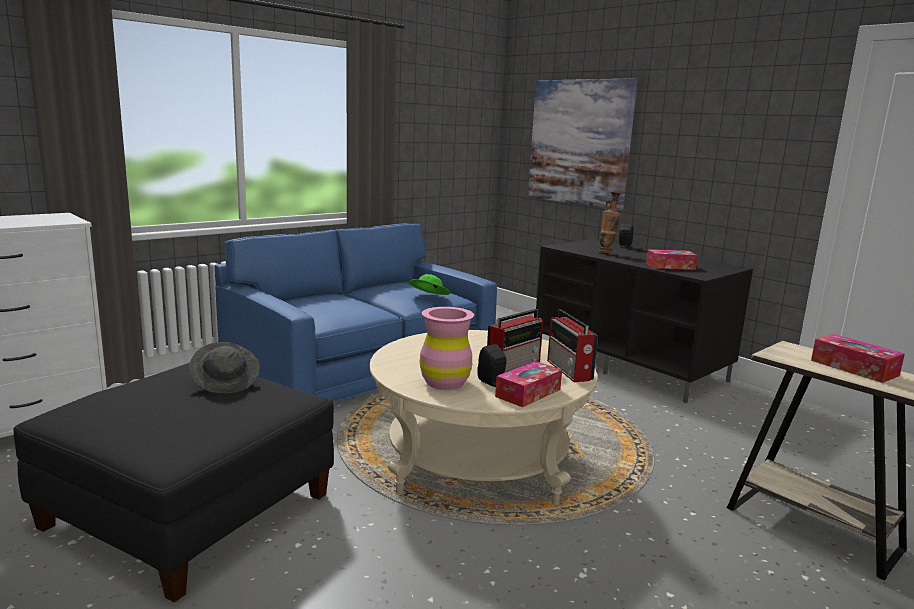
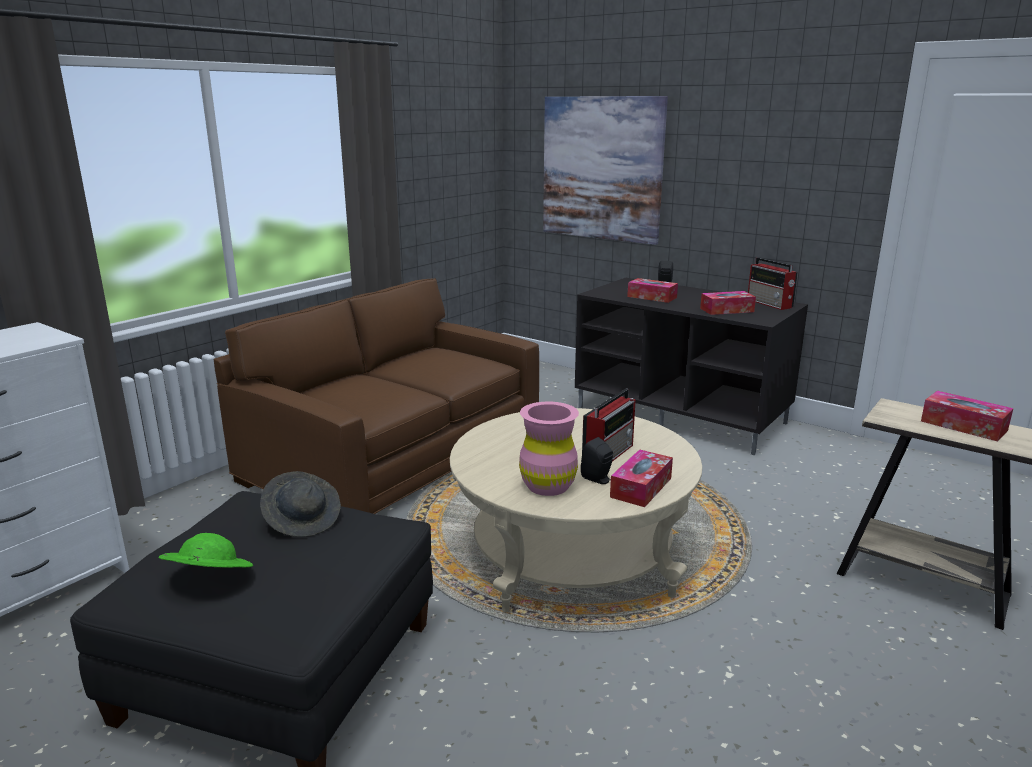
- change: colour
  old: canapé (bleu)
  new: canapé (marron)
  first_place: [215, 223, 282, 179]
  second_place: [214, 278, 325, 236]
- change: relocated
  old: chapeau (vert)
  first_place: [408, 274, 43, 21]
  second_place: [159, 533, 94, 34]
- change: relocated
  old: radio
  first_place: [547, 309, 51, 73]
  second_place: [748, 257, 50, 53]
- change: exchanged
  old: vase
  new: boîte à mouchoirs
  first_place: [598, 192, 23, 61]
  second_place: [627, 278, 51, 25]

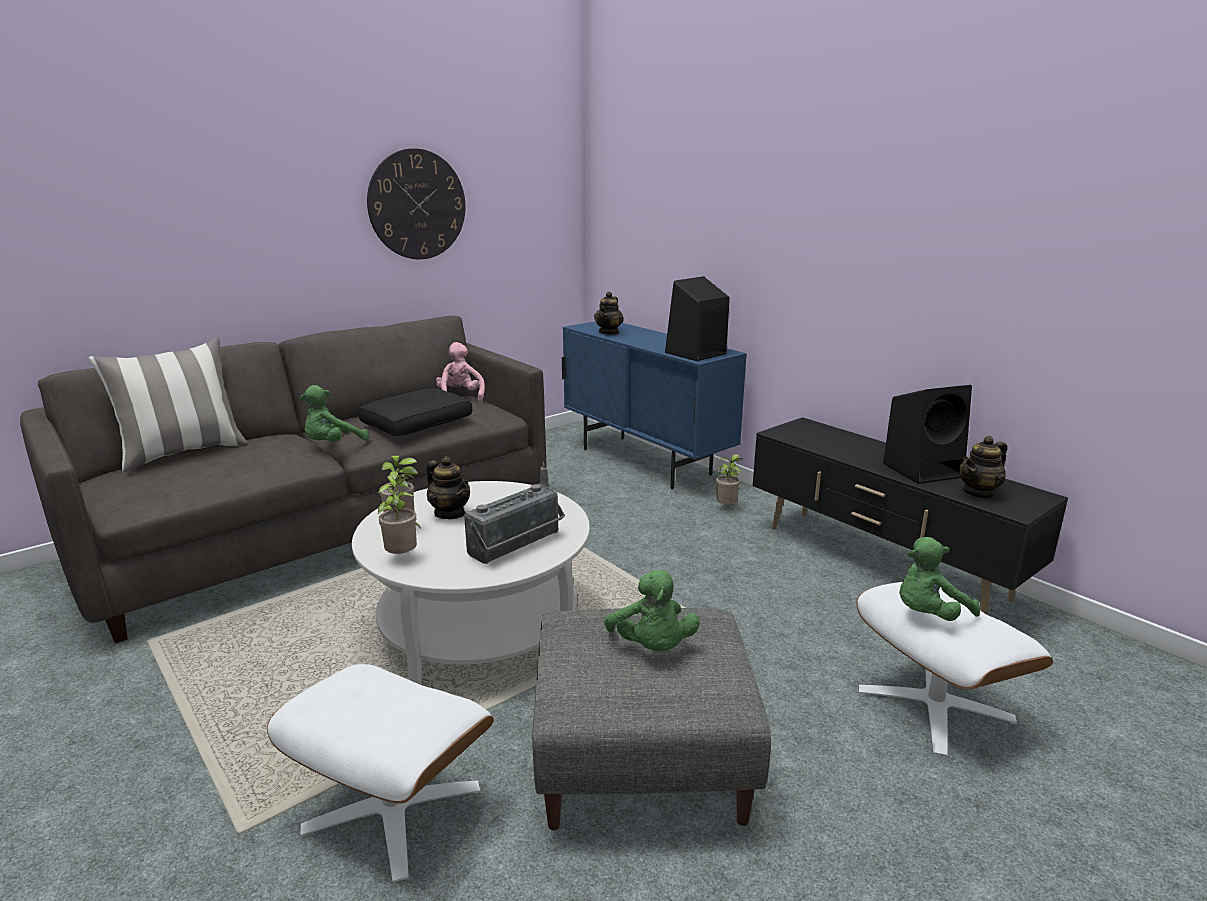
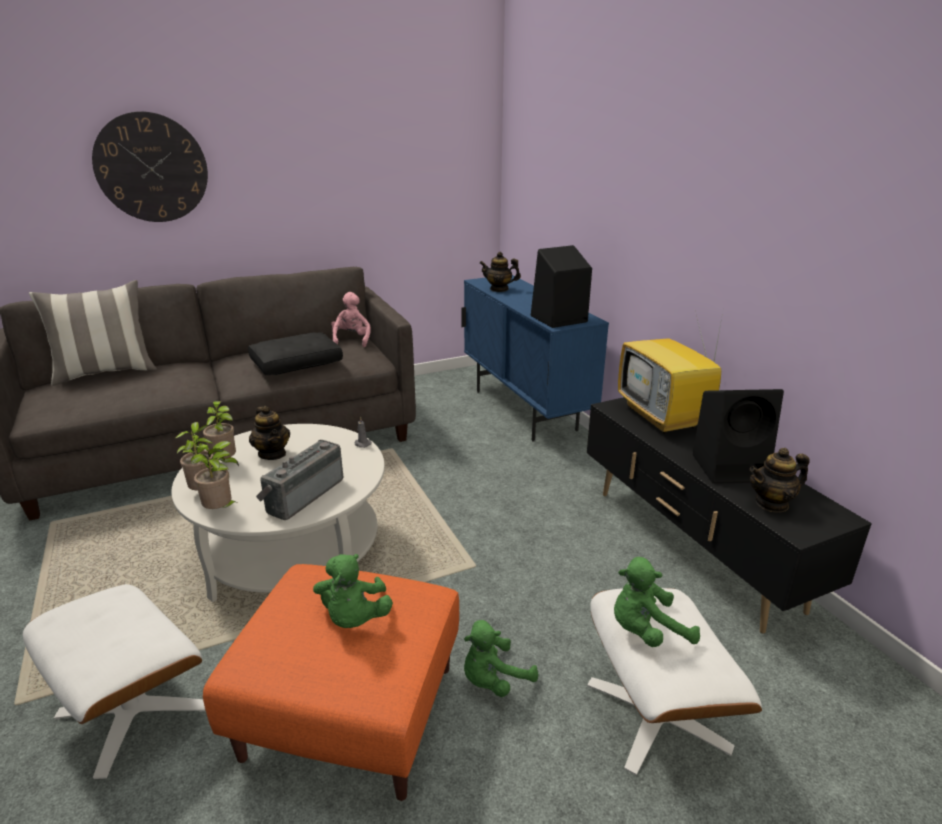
- change: relocated
  old: peluche (vert)
  first_place: [300, 385, 69, 57]
  second_place: [464, 620, 74, 77]
- change: relocated
  old: horloge murale
  first_place: [367, 148, 99, 112]
  second_place: [92, 111, 116, 111]
- change: spun
  old: radio
  first_place: [464, 484, 101, 80]
  second_place: [256, 440, 87, 80]
  degrees: 150
- change: colour
  old: pouf (gris)
  new: pouf (orange)
  first_place: [532, 608, 239, 222]
  second_place: [203, 564, 256, 237]
- change: spun
  old: théière
  first_place: [594, 292, 30, 43]
  second_place: [480, 252, 41, 40]
  degrees: 60
- change: relocated
  old: plante en pot
  first_place: [716, 454, 27, 51]
  second_place: [191, 441, 48, 68]
- change: appeared
  new: téléviseur
  second_place: [618, 307, 106, 127]

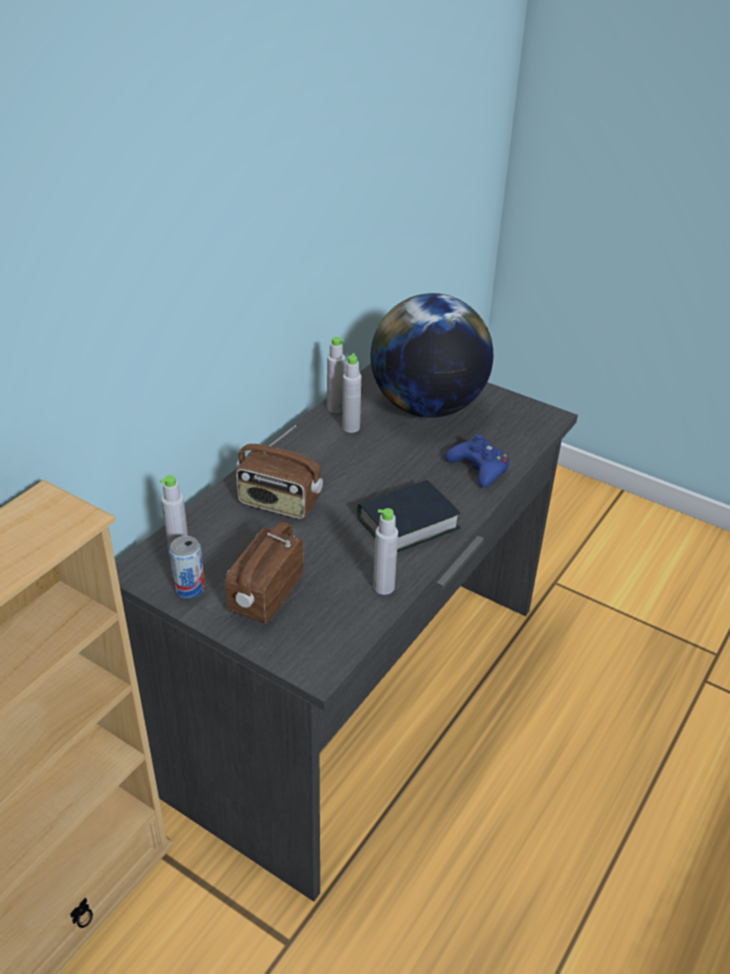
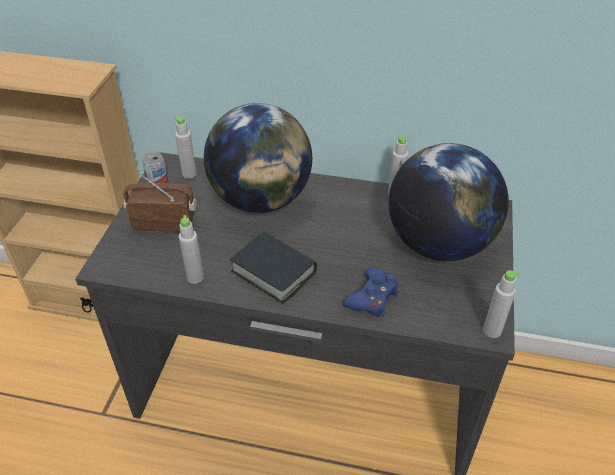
- change: exchanged
  old: radio
  new: globe
  first_place: [236, 425, 87, 94]
  second_place: [204, 103, 108, 110]
- change: relocated
  old: bouteille (gris)
  first_place: [342, 353, 19, 80]
  second_place: [483, 270, 37, 68]

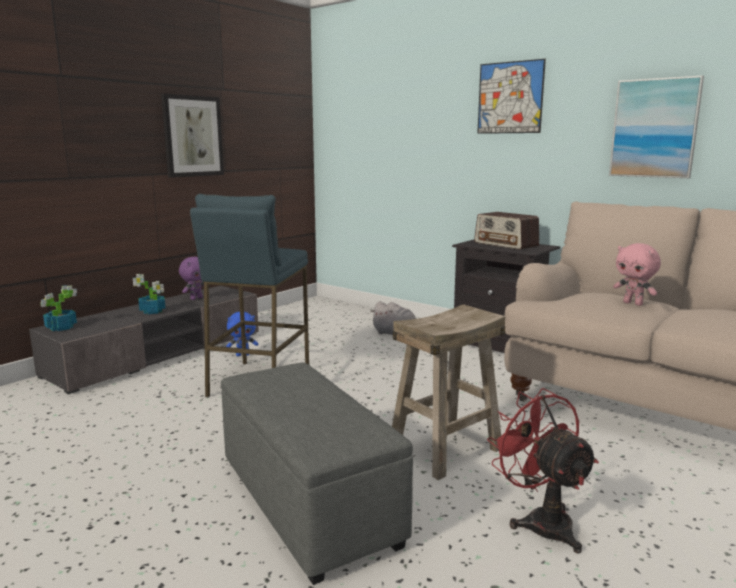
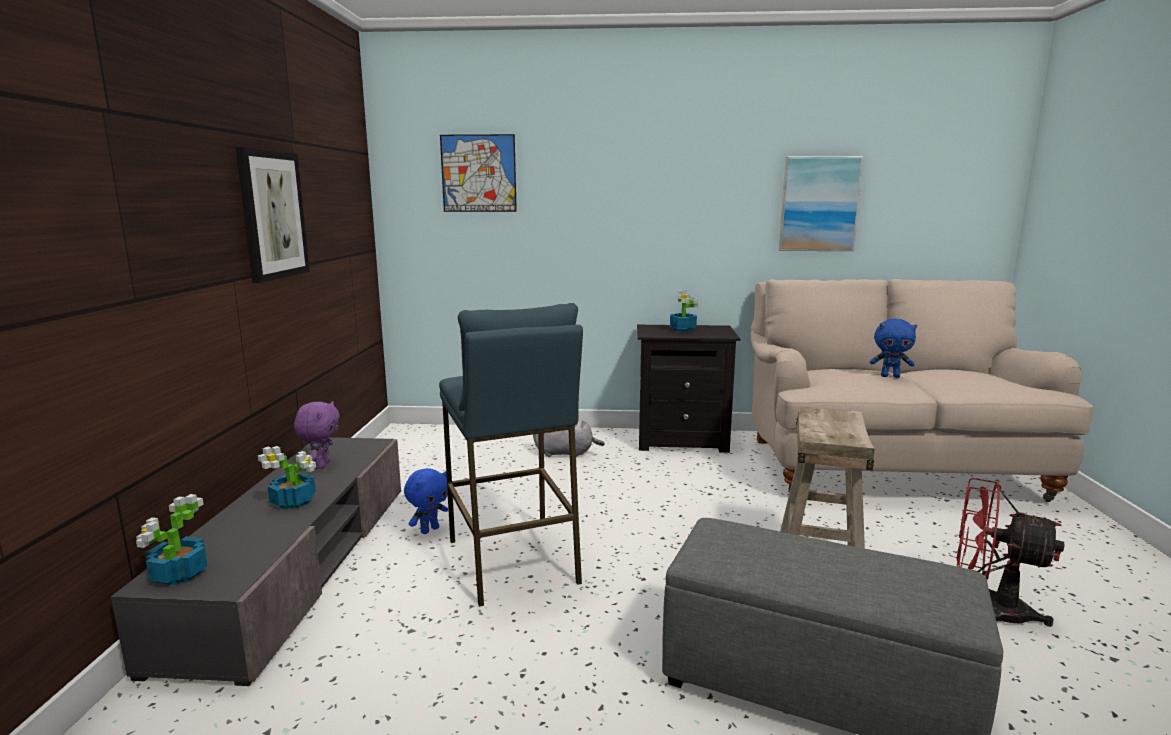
- change: exchanged
  old: radio
  new: plante en pot
  first_place: [474, 212, 65, 38]
  second_place: [670, 290, 28, 42]
- change: relocated
  old: tableau
  first_place: [477, 59, 69, 75]
  second_place: [440, 134, 77, 78]
- change: colour
  old: peluche (rose)
  new: peluche (bleu)
  first_place: [613, 243, 48, 63]
  second_place: [870, 319, 47, 59]

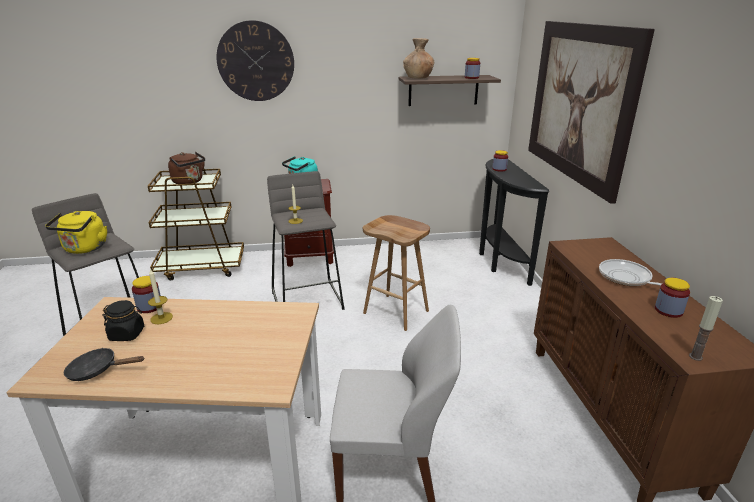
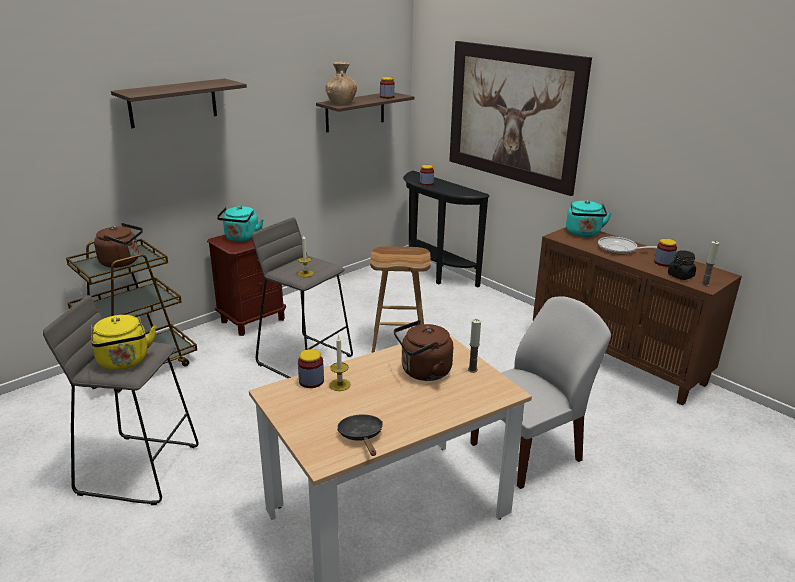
- change: spun
  old: poêle (noir)
  first_place: [64, 348, 81, 33]
  second_place: [337, 414, 46, 42]
  degrees: 105
- change: relocated
  old: bocal (noir)
  first_place: [102, 300, 42, 41]
  second_place: [668, 250, 28, 30]
- change: exchanged
  old: horloge murale
  new: étagère
  first_place: [217, 20, 77, 81]
  second_place: [111, 78, 136, 50]
- change: appeared
  new: bouilloire (marron)
  second_place: [394, 320, 59, 61]
- change: appeared
  new: bougie
  second_place: [468, 319, 13, 54]
- change: appeared
  new: bouilloire (turquoise)
  second_place: [566, 200, 46, 37]

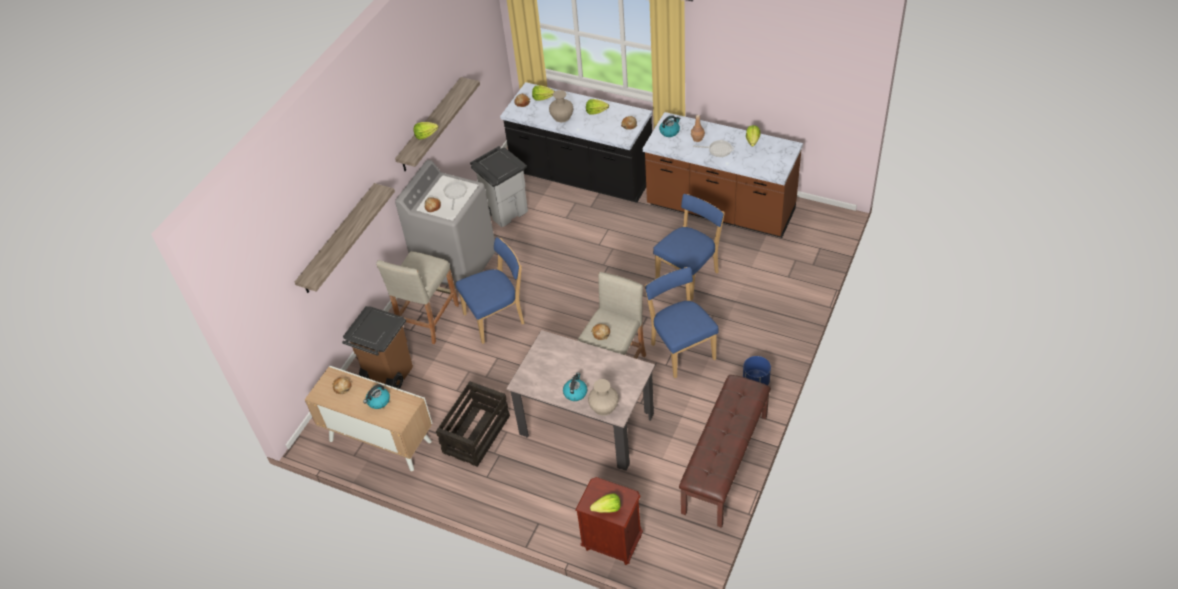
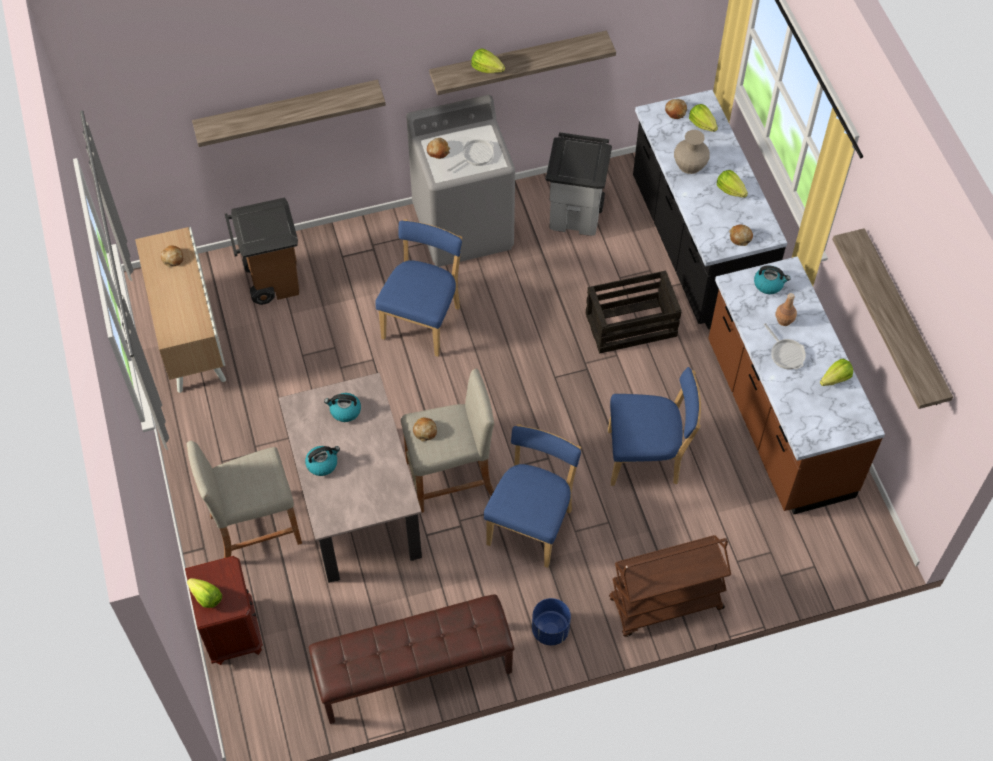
- change: relocated
  old: bouilloire
  first_place: [363, 384, 27, 25]
  second_place: [324, 393, 37, 29]
- change: relocated
  old: tabouret (beige)
  first_place: [376, 251, 83, 93]
  second_place: [186, 440, 116, 118]
- change: relocated
  old: caisse
  first_place: [436, 381, 74, 85]
  second_place: [586, 271, 96, 82]
- change: spun
  old: chaise (bleu)
  first_place: [456, 237, 68, 107]
  second_place: [375, 220, 87, 137]
  degrees: -90
- change: missing
  old: vase (beige)
  first_place: [588, 379, 31, 37]
- change: appeared
  new: chariot (marron)
  second_place: [609, 535, 122, 102]
- change: appeared
  new: étagère
  second_place: [832, 228, 121, 181]

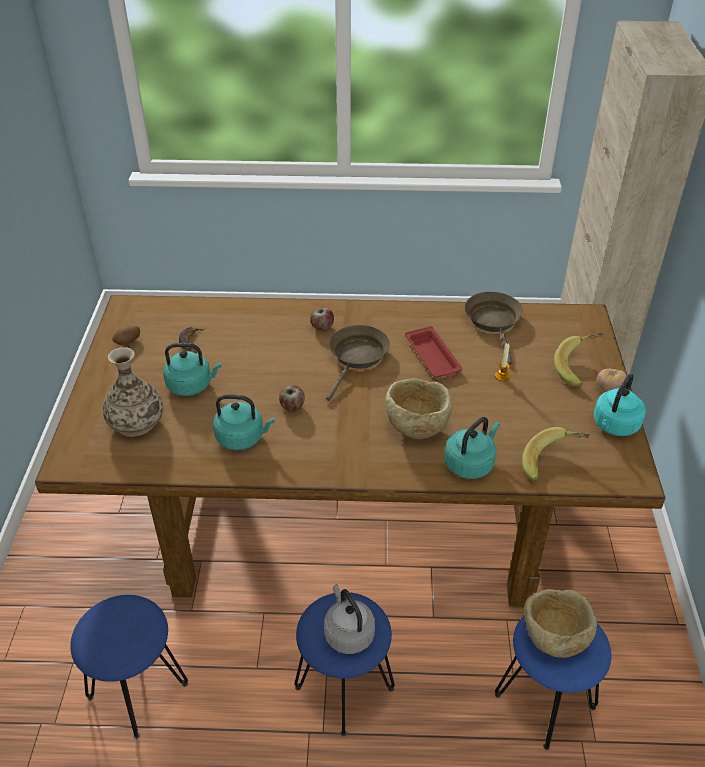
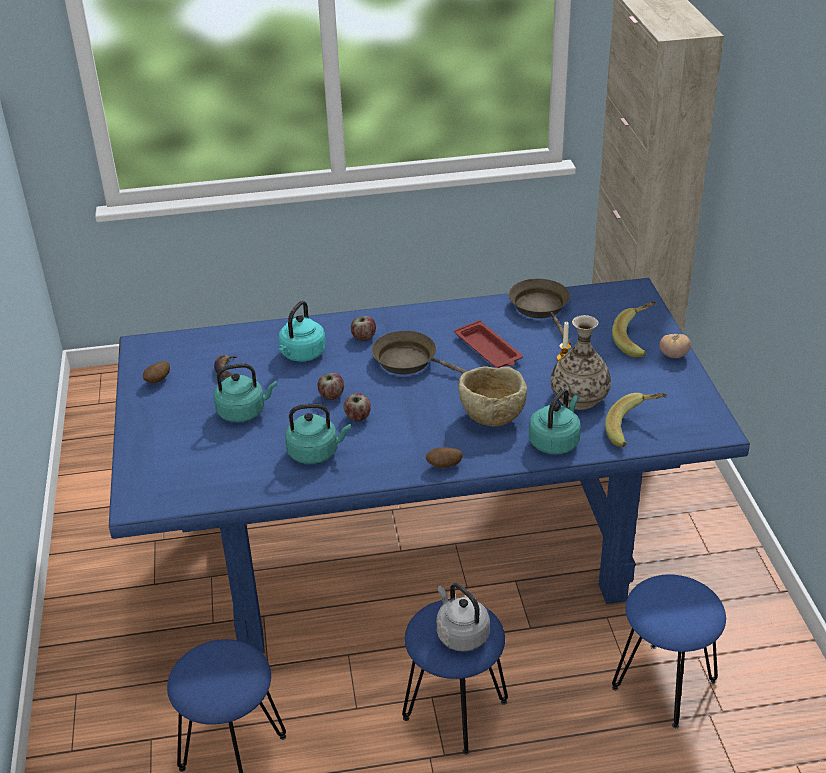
- change: colour
  old: table à manger (marron)
  new: table à manger (bleu)
  first_place: [35, 295, 630, 312]
  second_place: [109, 278, 641, 375]
- change: relocated
  old: vase
  first_place: [103, 347, 60, 90]
  second_place: [551, 315, 60, 95]
- change: spun
  old: poêle (marron)
  first_place: [326, 325, 64, 76]
  second_place: [372, 331, 96, 44]
  degrees: -75
- change: missing
  old: bol (beige)
  first_place: [524, 589, 73, 69]
- change: relocated
  old: bouilloire (turquoise)
  first_place: [594, 374, 52, 62]
  second_place: [278, 301, 48, 61]
- change: appeared
  new: pomme
  second_place: [317, 373, 27, 27]
- change: appeared
  new: pomme de terre
  second_place: [426, 447, 37, 21]

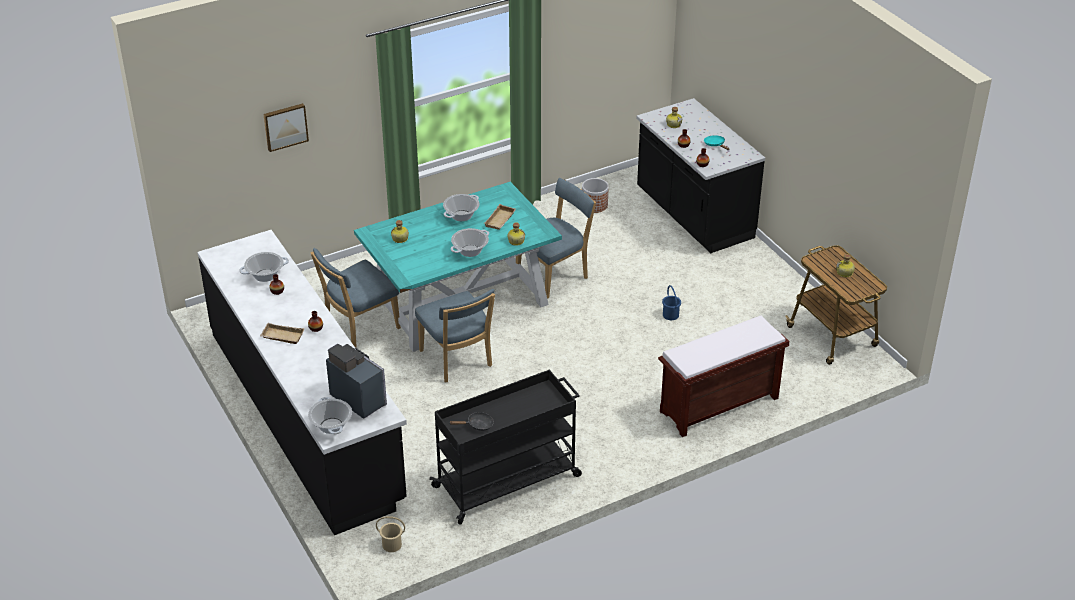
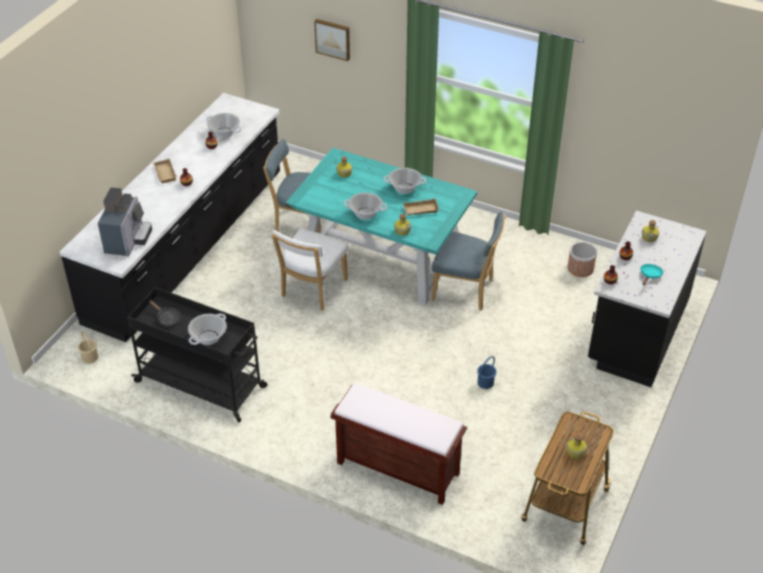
- change: relocated
  old: marmite
  first_place: [308, 397, 44, 37]
  second_place: [188, 313, 39, 32]
- change: colour
  old: chaise (bleu)
  new: chaise (blanc)
  first_place: [415, 289, 80, 93]
  second_place: [272, 228, 76, 83]

